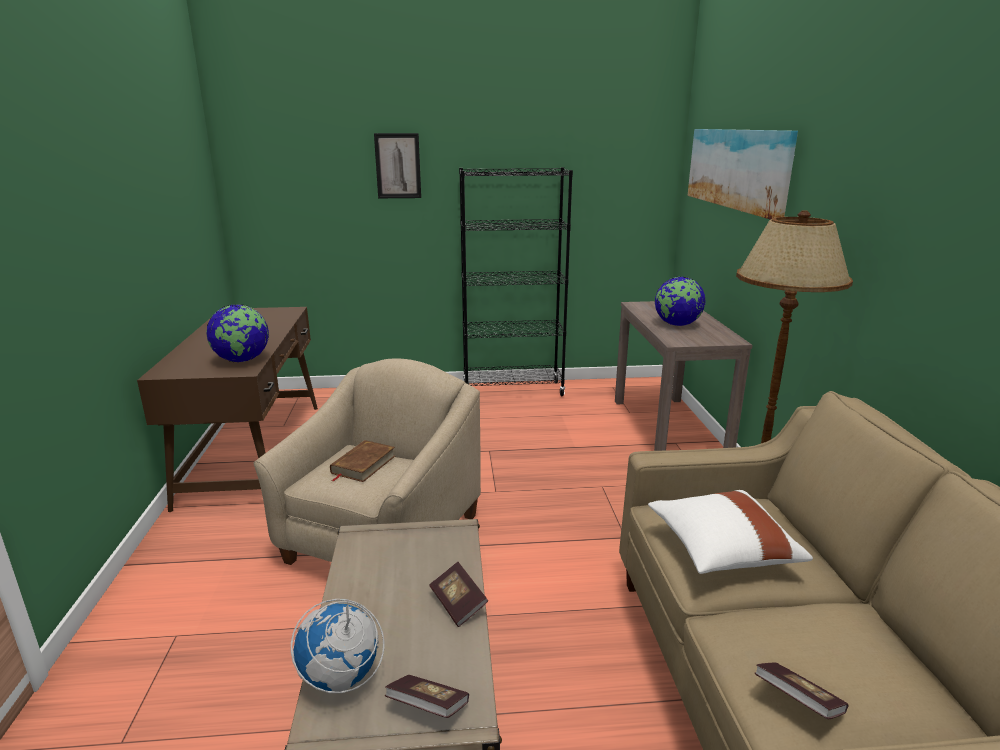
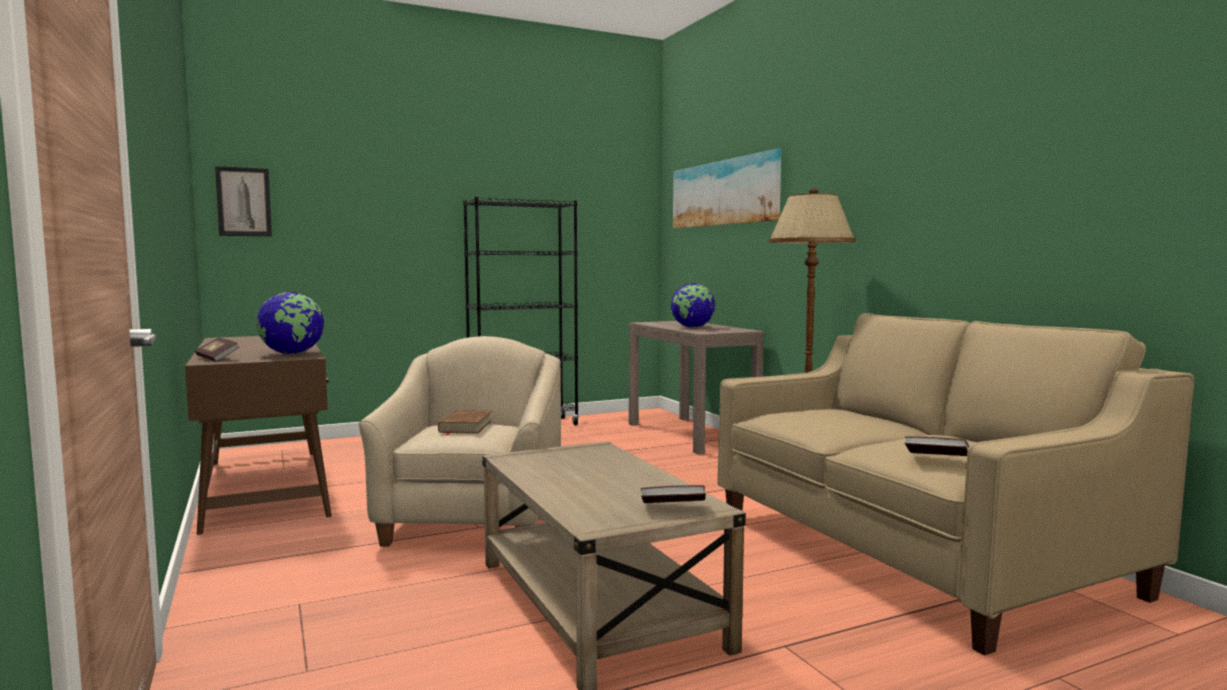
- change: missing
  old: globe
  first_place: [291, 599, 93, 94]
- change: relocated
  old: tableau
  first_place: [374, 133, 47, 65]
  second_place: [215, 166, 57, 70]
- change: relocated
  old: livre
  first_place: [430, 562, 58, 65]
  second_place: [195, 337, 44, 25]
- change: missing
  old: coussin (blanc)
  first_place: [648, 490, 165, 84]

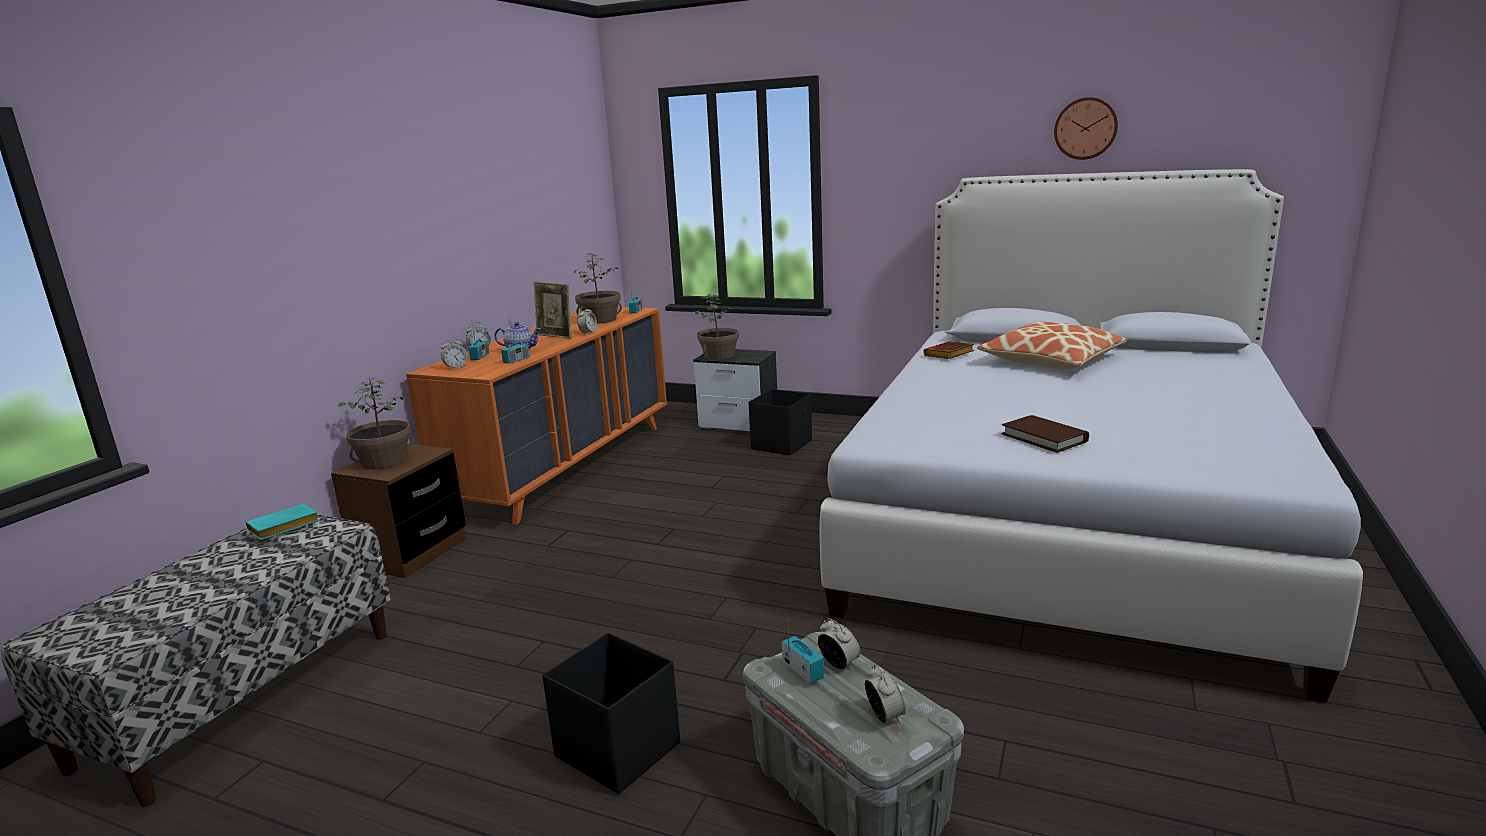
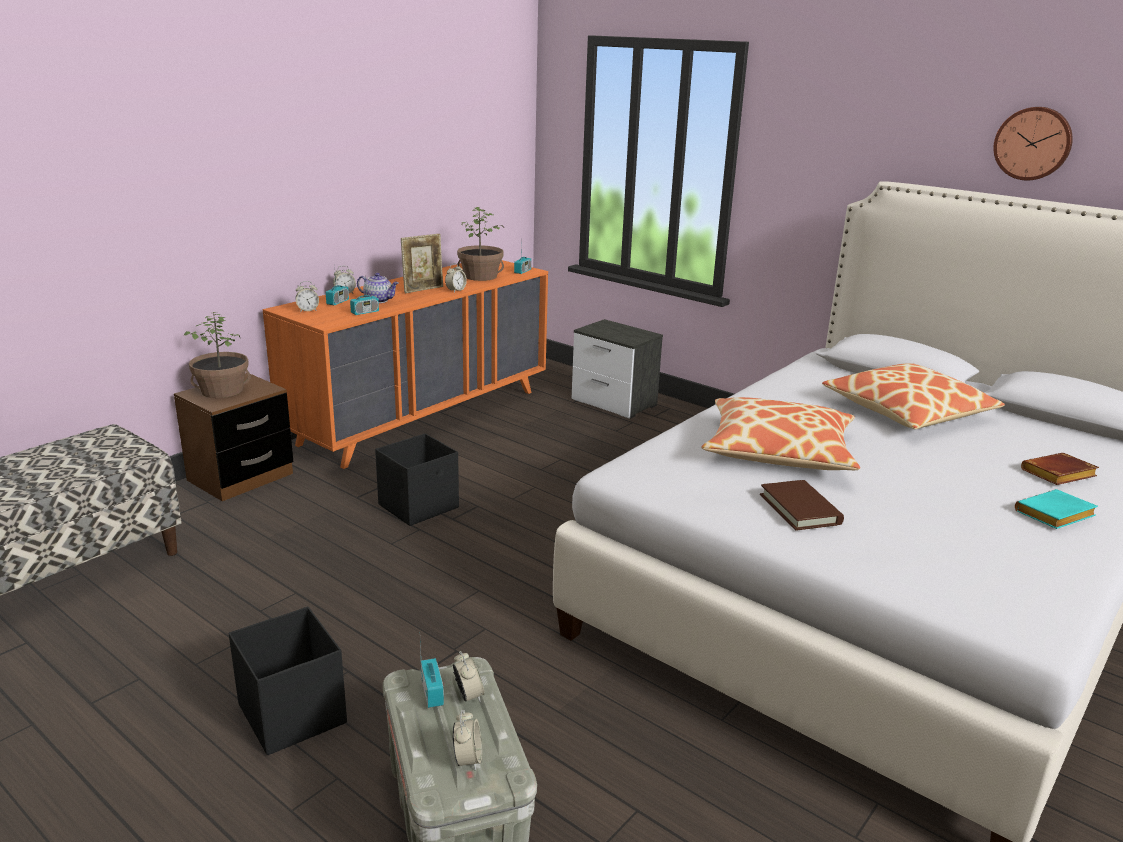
- change: relocated
  old: livre (turquoise)
  first_place: [246, 504, 74, 36]
  second_place: [1015, 489, 83, 40]
- change: spun
  old: cadre photo
  first_place: [534, 281, 38, 58]
  second_place: [401, 234, 42, 60]
  degrees: -90
- change: missing
  old: plante en pot
  first_place: [695, 294, 44, 66]
- change: relocated
  old: boîte de rangement (noir)
  first_place: [749, 389, 63, 66]
  second_place: [375, 433, 84, 93]
- change: relocated
  old: livre (marron)
  first_place: [924, 341, 50, 18]
  second_place: [1021, 453, 78, 32]
- change: appeared
  new: coussin
  second_place: [701, 397, 159, 73]

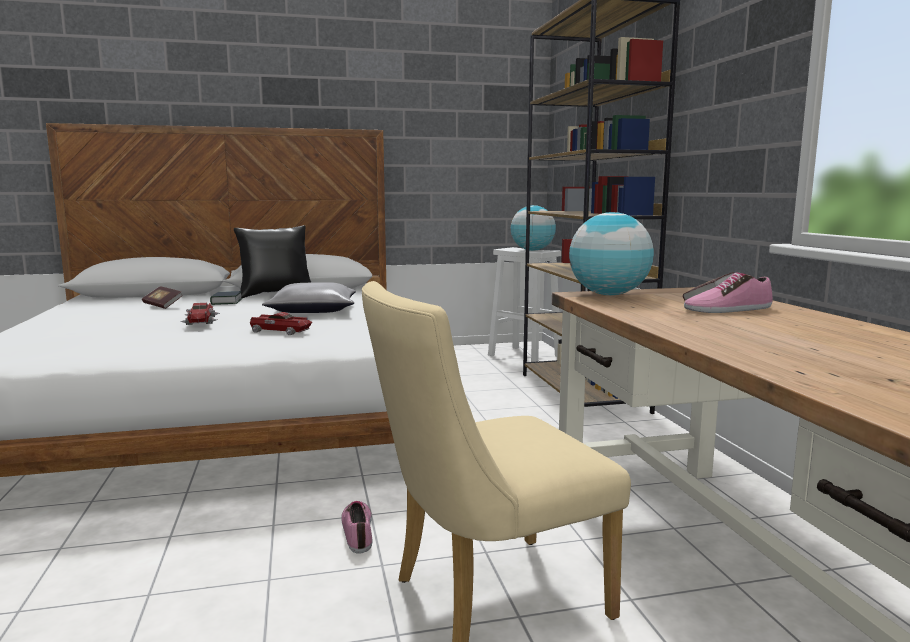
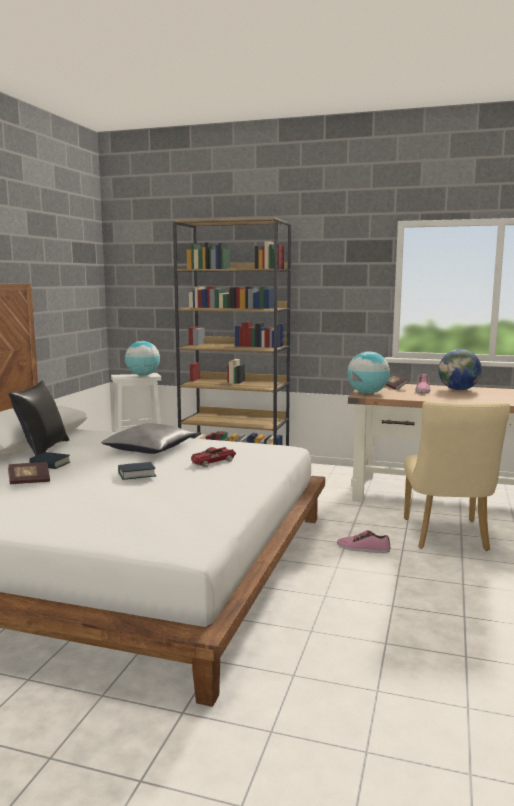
- change: exchanged
  old: petite voiture
  new: livre
  first_place: [180, 303, 40, 22]
  second_place: [118, 462, 38, 18]
- change: appeared
  new: globe
  second_place: [439, 349, 43, 41]

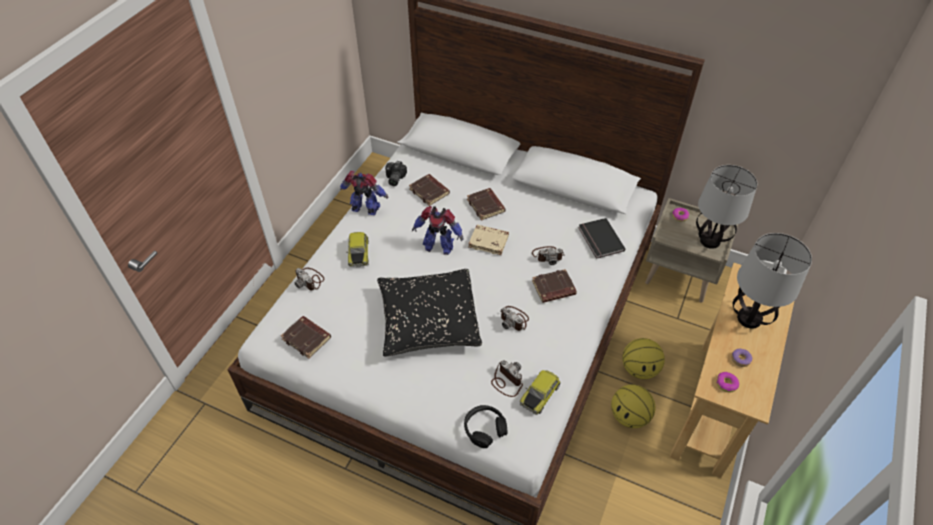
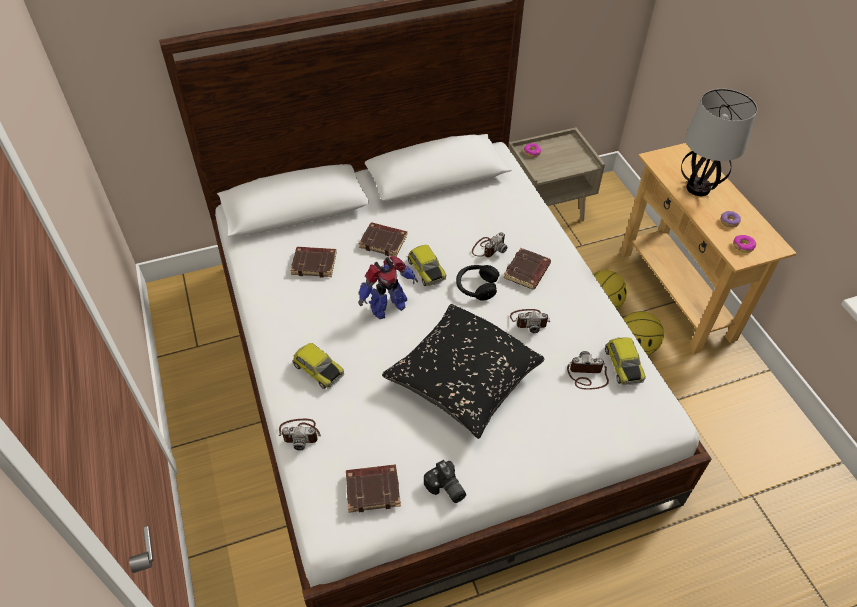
- change: missing
  old: robot jouet
  first_place: [340, 171, 48, 44]
- change: relocated
  old: appareil photo
  first_place: [385, 161, 22, 25]
  second_place: [424, 460, 42, 43]
- change: relocated
  old: casque audio (noir)
  first_place: [464, 405, 43, 43]
  second_place: [456, 265, 44, 36]
- change: exchanged
  old: livre (beige)
  new: petite voiture
  first_place: [468, 225, 41, 30]
  second_place: [407, 245, 39, 41]
- change: missing
  old: livre (noir)
  first_place: [578, 218, 47, 41]
- change: missing
  old: lampe de table
  first_place: [696, 165, 61, 84]

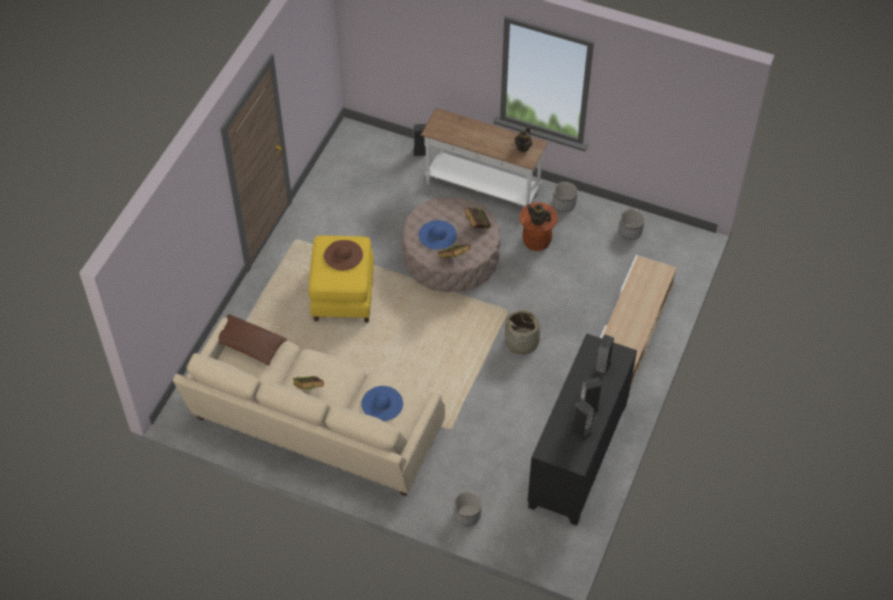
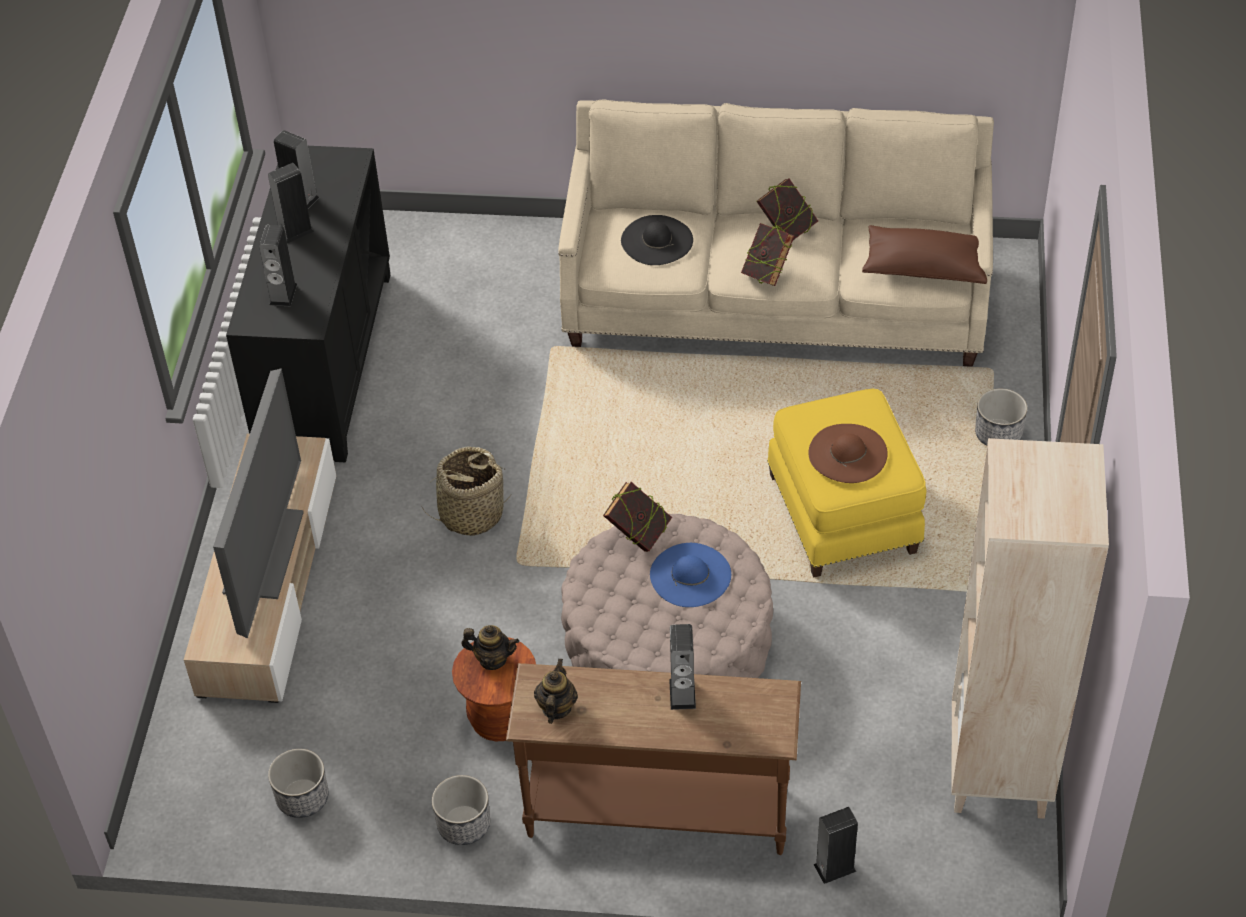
- change: colour
  old: chapeau (bleu)
  new: chapeau (noir)
  first_place: [361, 386, 42, 35]
  second_place: [621, 215, 72, 50]
- change: colour
  old: table console (blanc)
  new: table console (marron)
  first_place: [421, 108, 126, 98]
  second_place: [506, 663, 295, 192]
- change: relocated
  old: cache-pot
  first_place: [454, 492, 28, 34]
  second_place: [975, 388, 52, 58]
- change: relocated
  old: livre
  first_place: [464, 207, 27, 22]
  second_place: [741, 223, 53, 63]
- change: appeared
  new: téléviseur
  second_place: [213, 368, 91, 270]
- change: appeared
  new: enceinte
  second_place: [669, 624, 27, 86]
- change: appeared
  new: bibliothèque (beige)
  second_place: [951, 438, 158, 381]

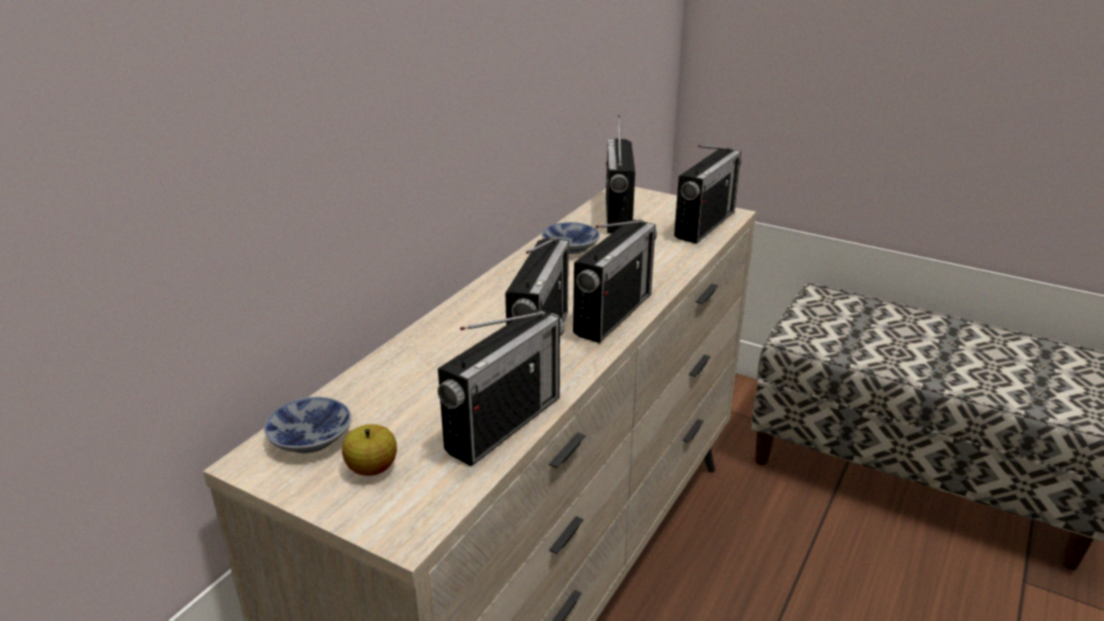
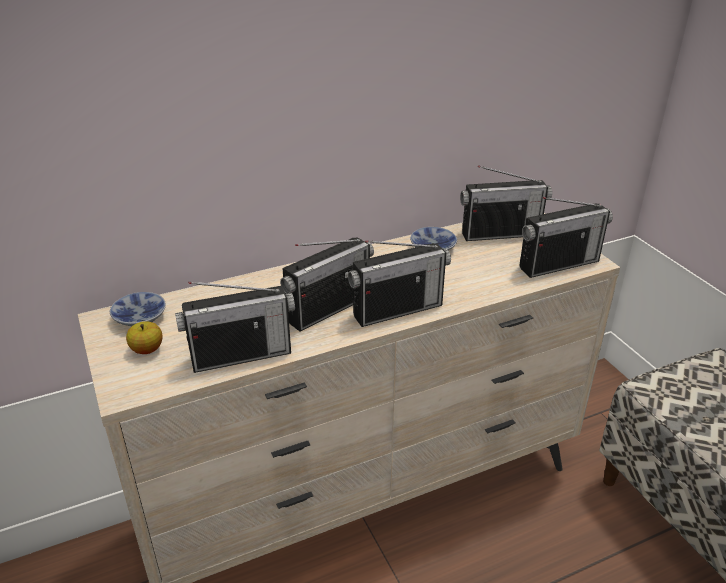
- change: spun
  old: radio
  first_place: [606, 115, 29, 118]
  second_place: [460, 165, 92, 76]
  degrees: -135

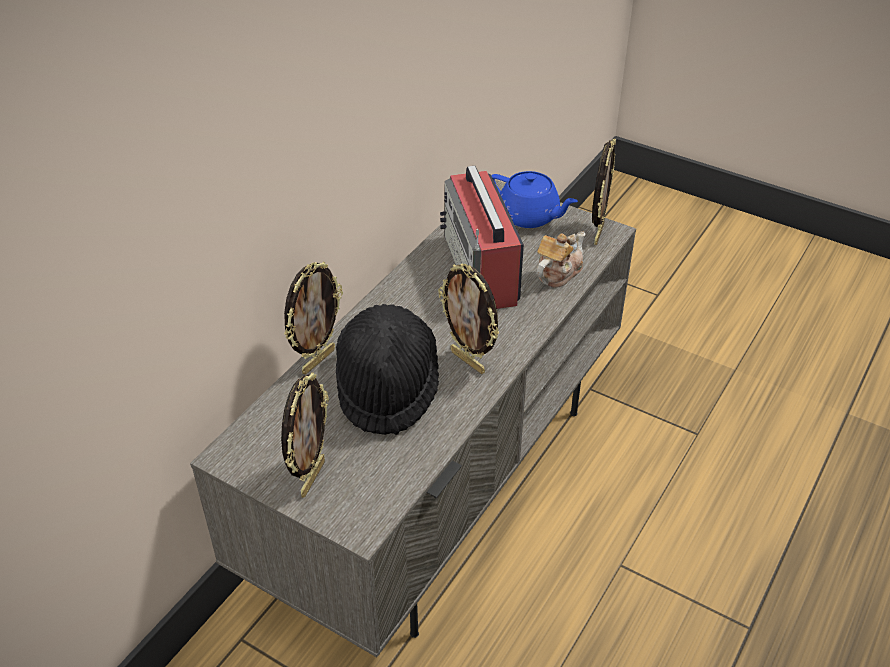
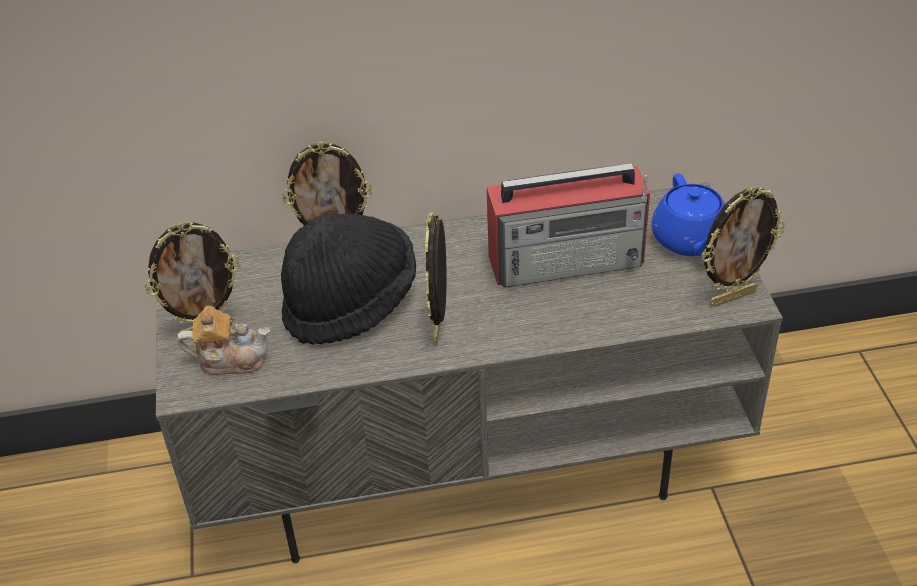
- change: spun
  old: radio
  first_place: [440, 166, 84, 143]
  second_place: [487, 163, 163, 125]
  degrees: -135
- change: relocated
  old: théière
  first_place: [536, 231, 50, 57]
  second_place: [177, 306, 93, 69]

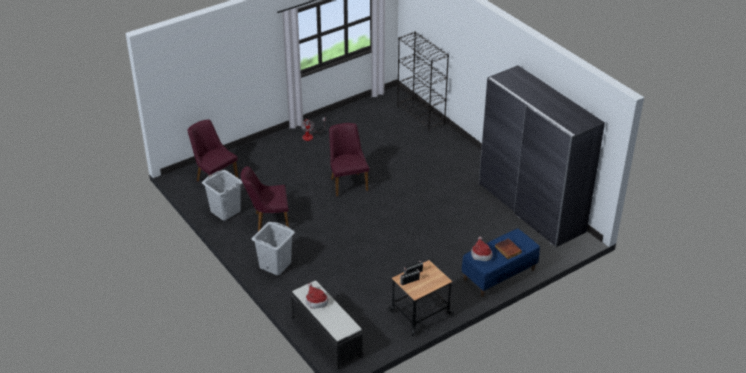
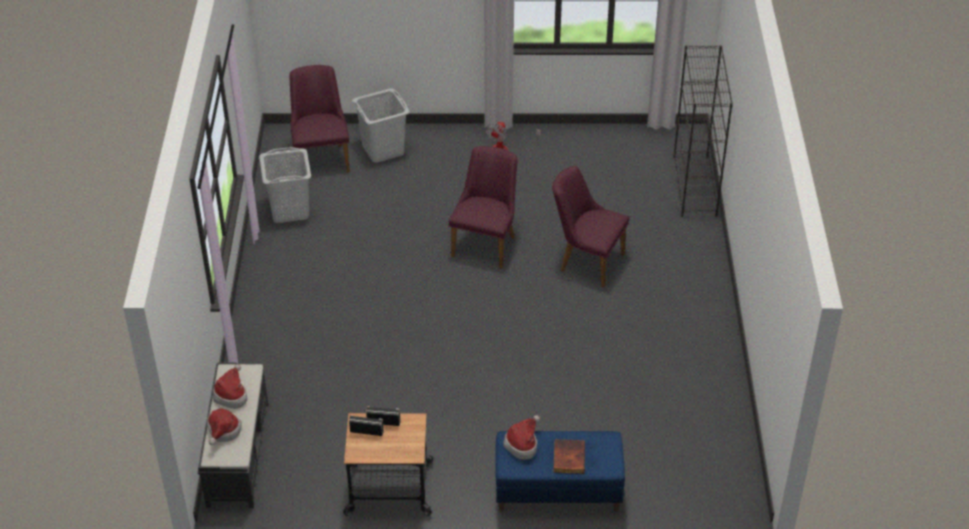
- change: relocated
  old: chaise (violet)
  first_place: [241, 166, 48, 65]
  second_place: [552, 166, 78, 121]
- change: relocated
  old: panier à linge (gris)
  first_place: [251, 222, 44, 53]
  second_place: [352, 88, 58, 75]
- change: missing
  old: armoire (gris)
  first_place: [479, 66, 126, 181]
- change: appeared
  new: chapeau
  second_place: [207, 408, 35, 37]

